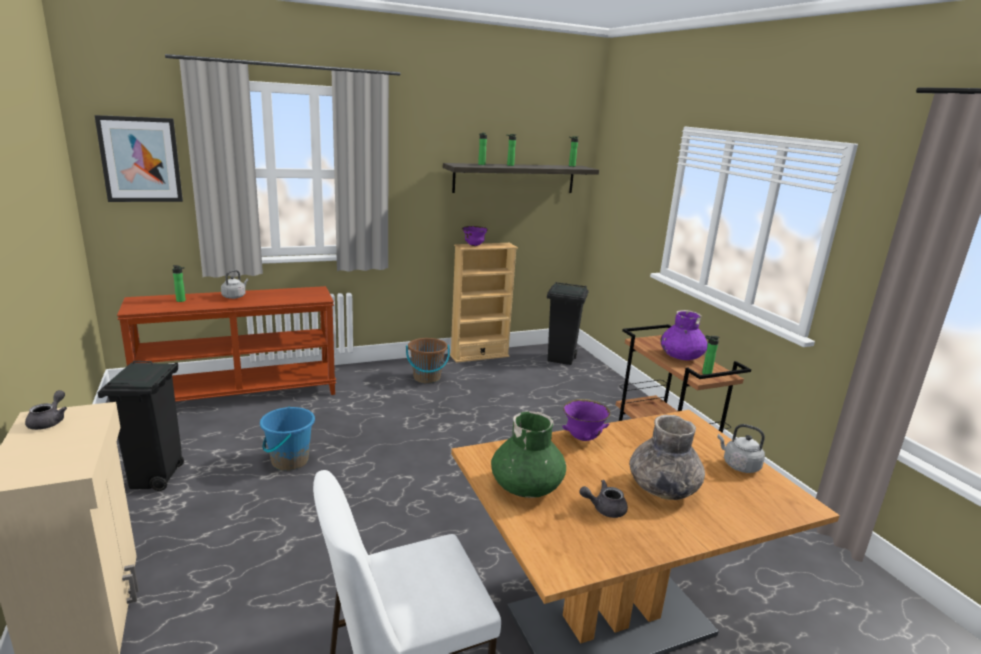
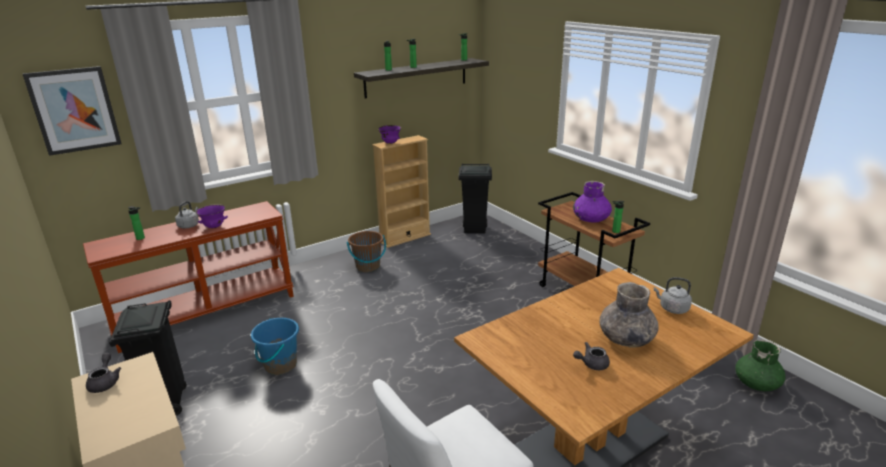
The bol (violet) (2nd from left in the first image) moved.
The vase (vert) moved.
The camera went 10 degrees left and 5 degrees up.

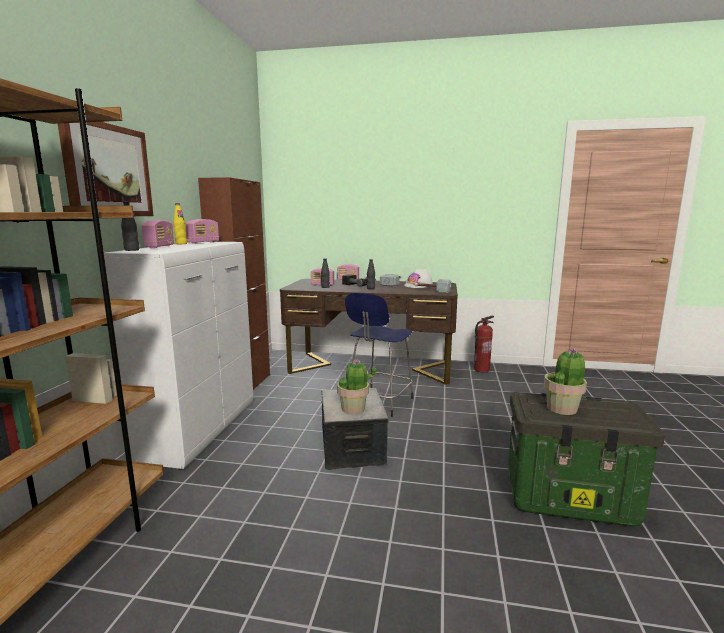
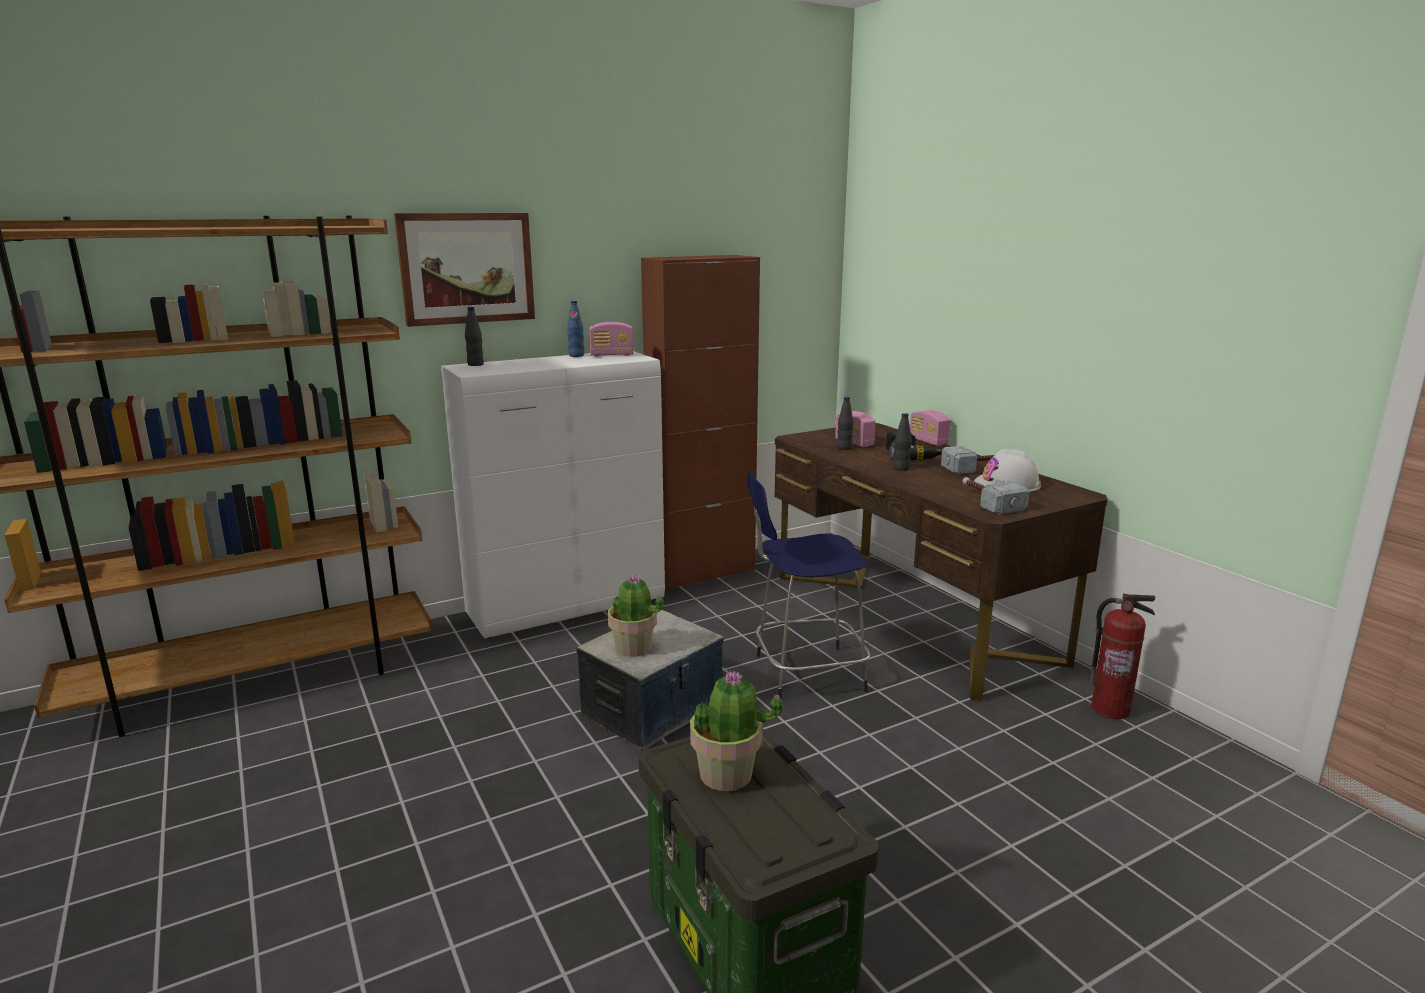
The bouteille (jaune) became the bouteille (bleu).
The radio (1st from left) disappeared.
The camera went 50 degrees right and 5 degrees up.

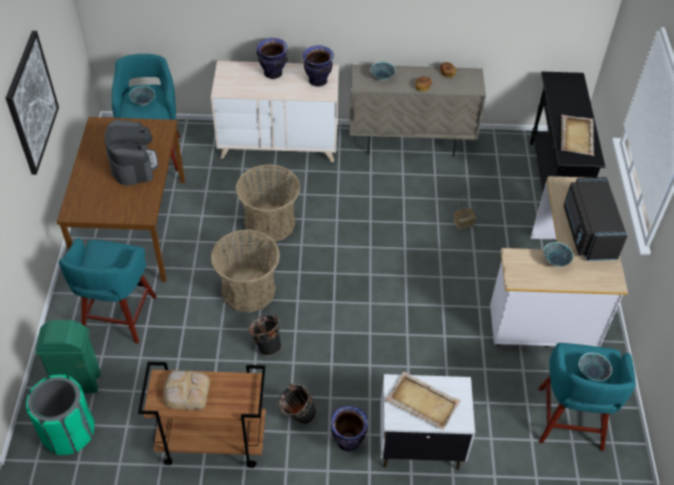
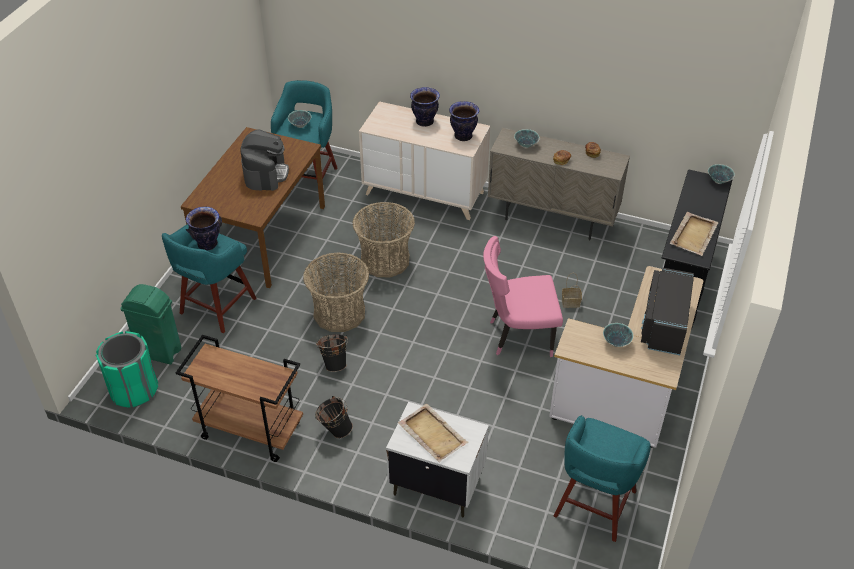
The vase (3rd from left in the first image) moved.
The chaise (rose) appeared.
The bol (4th from left) moved.
The tableau disappeared.
The pain (1st from left) disappeared.
The camera went 20 degrees right and 5 degrees down.

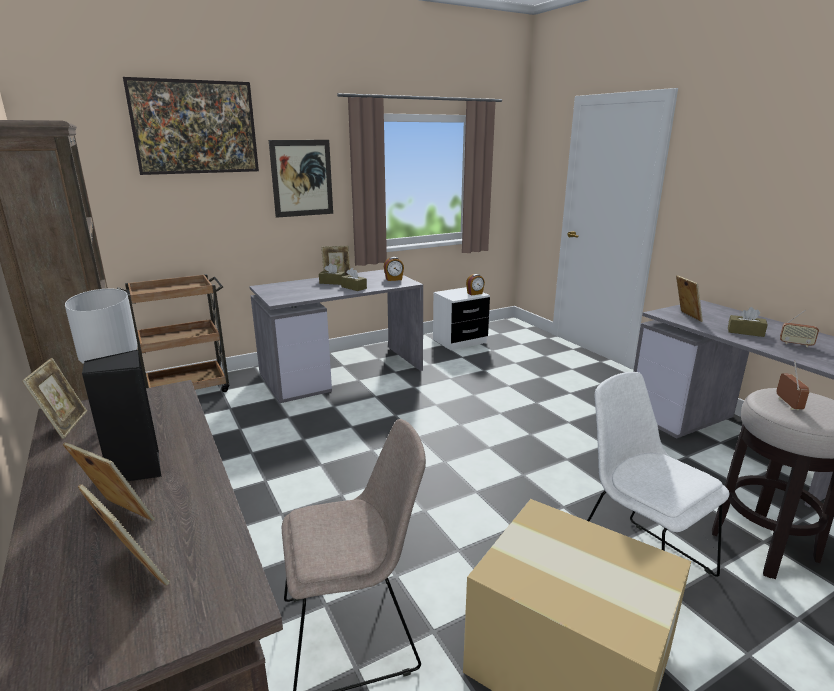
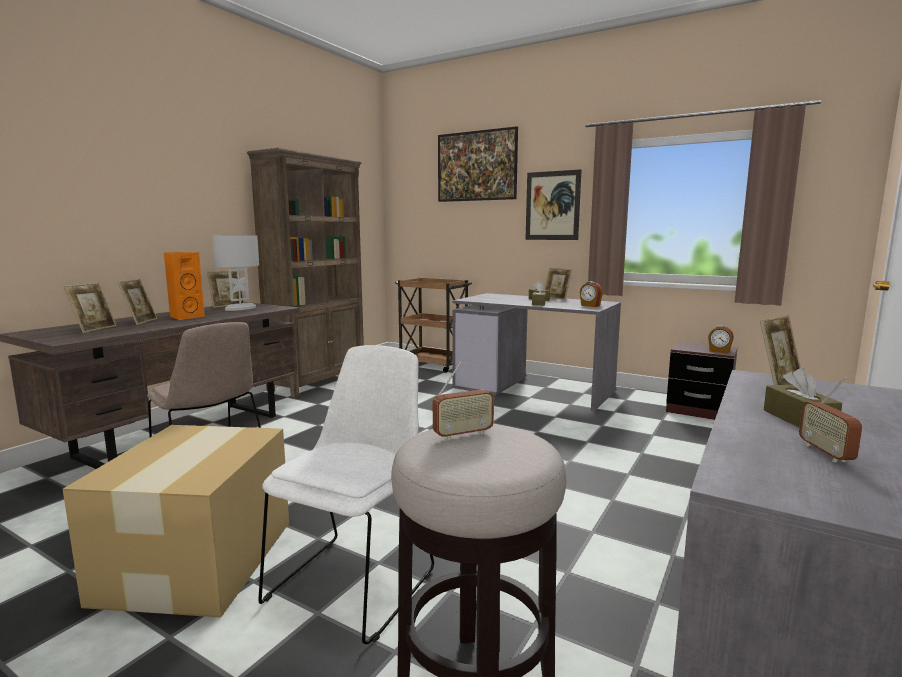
The enceinte (noir) became the enceinte (orange).
The table de chevet (blanc) became the table de chevet (marron).
The camera went 60 degrees right and 10 degrees down.

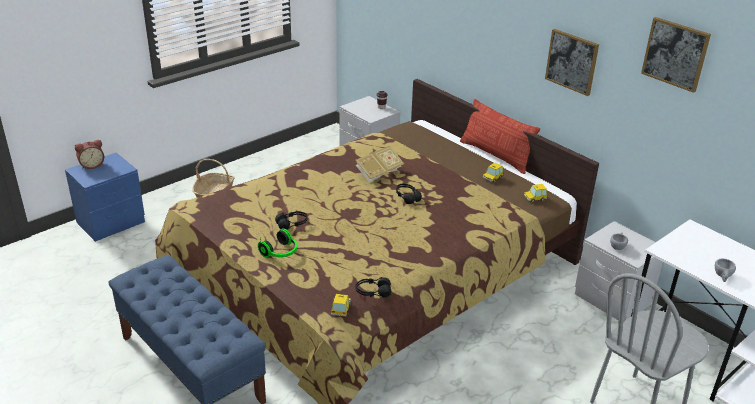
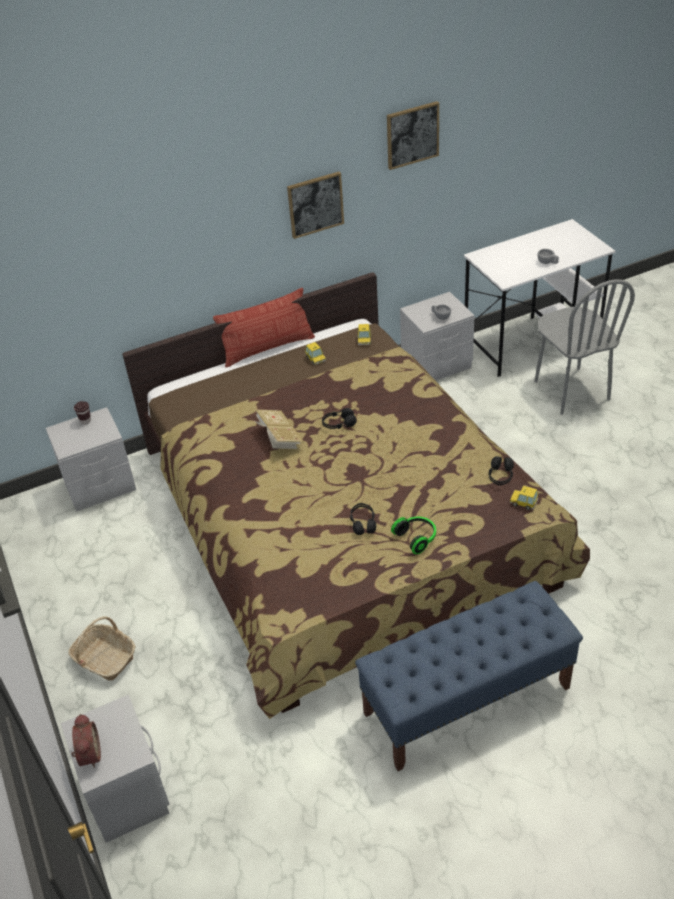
The table de chevet (bleu) became the table de chevet (gris) (2nd from left).
The camera went 70 degrees left and 10 degrees up.

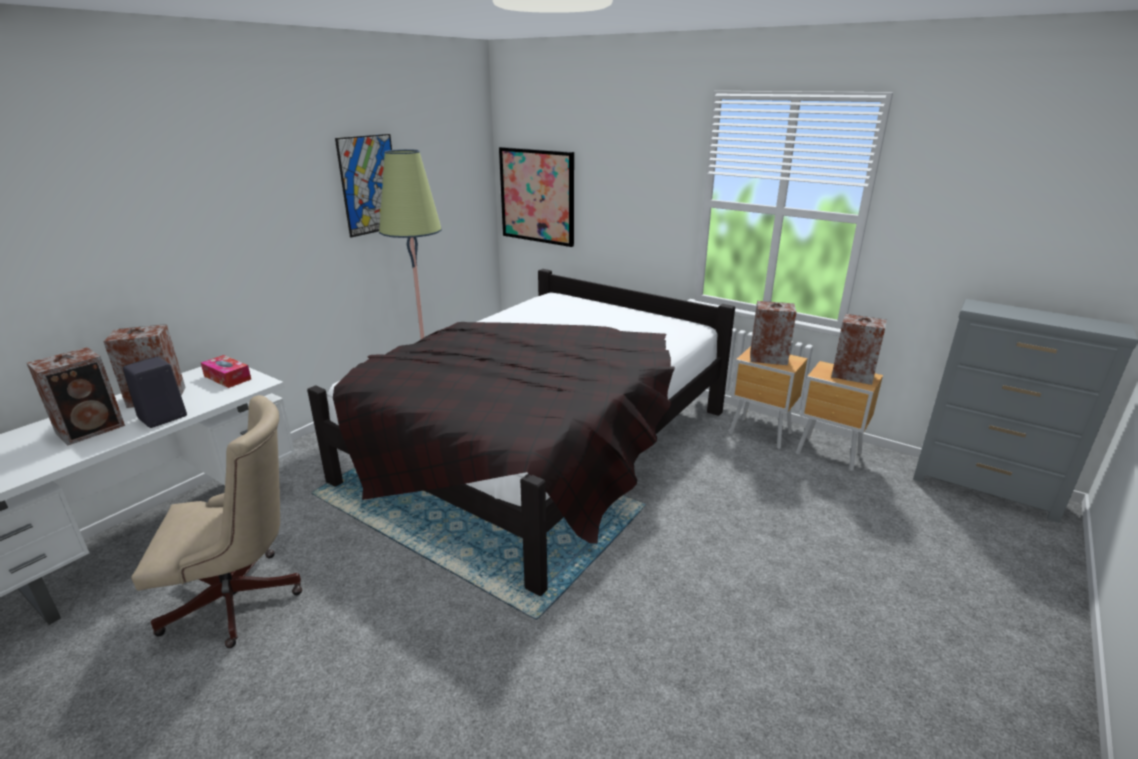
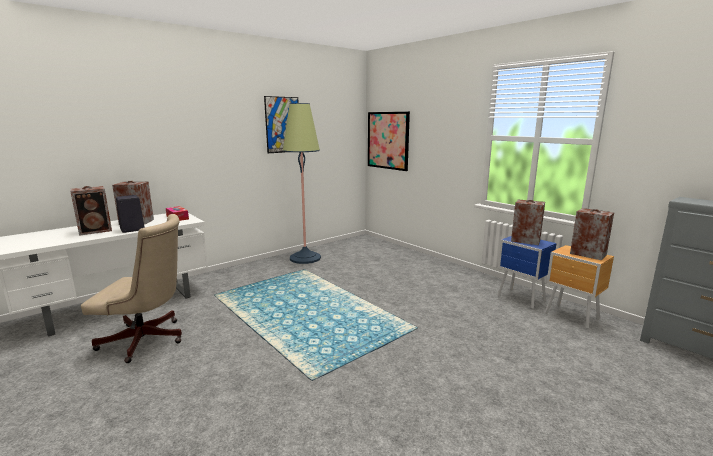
The table de chevet (marron) (1st from left) became the table de chevet (bleu).
The lit (noir) disappeared.
The camera went 15 degrees right and 10 degrees down.

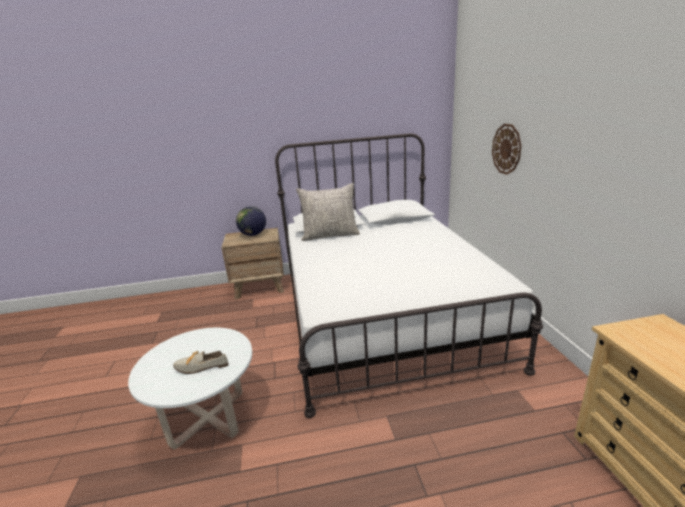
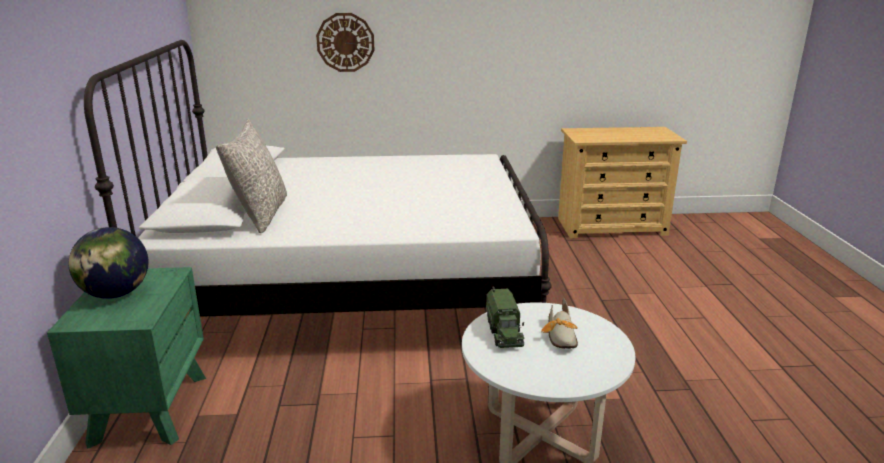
The table de chevet (marron) became the table de chevet (vert).
The camion jouet appeared.
The camera went 85 degrees left and 0 degrees up.

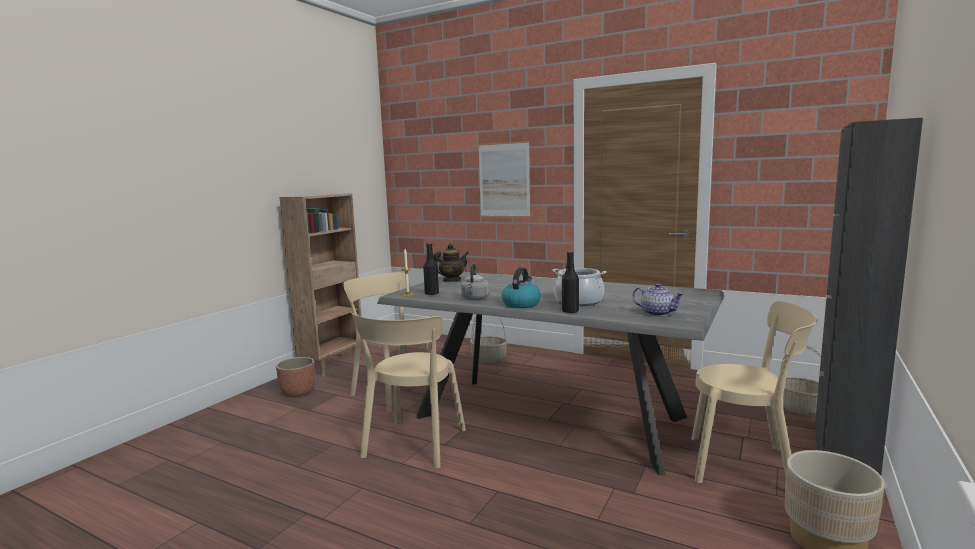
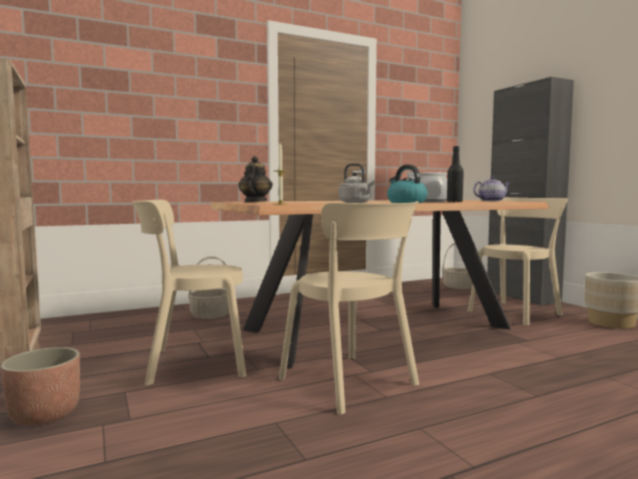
The table à manger (gris) became the table à manger (marron).
The bouteille (noir) (1st from left) disappeared.
The tableau disappeared.
The camera went 55 degrees left and 5 degrees down.

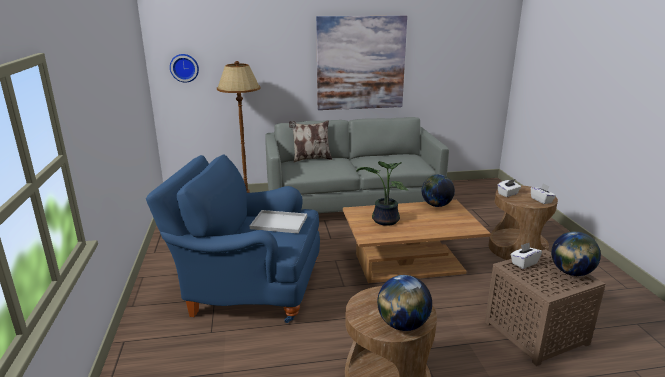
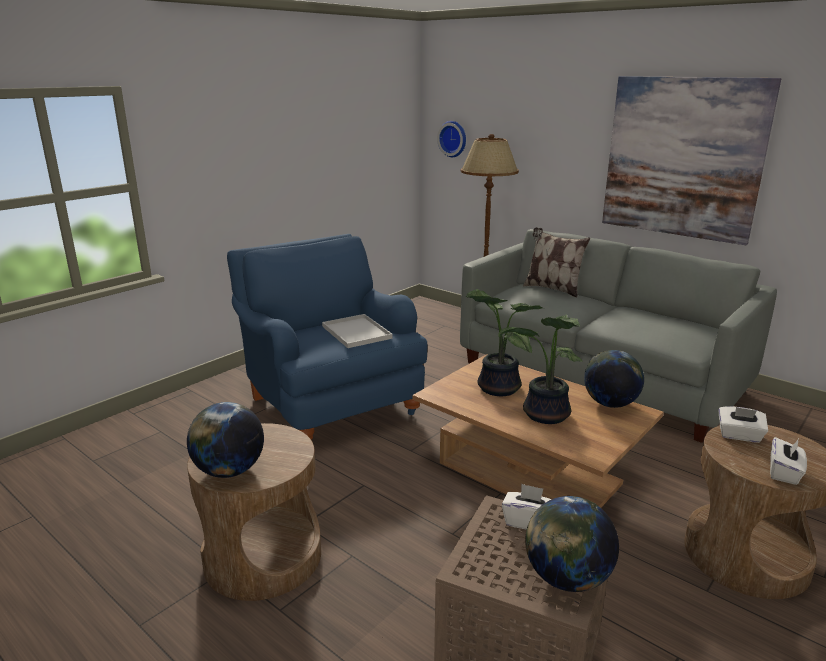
The plante en pot (2nd from left) appeared.
The camera went 50 degrees right and 0 degrees up.

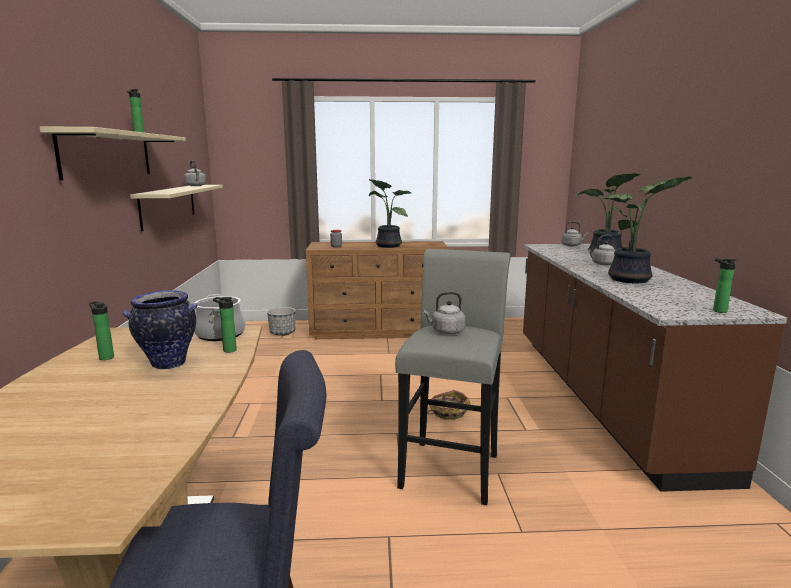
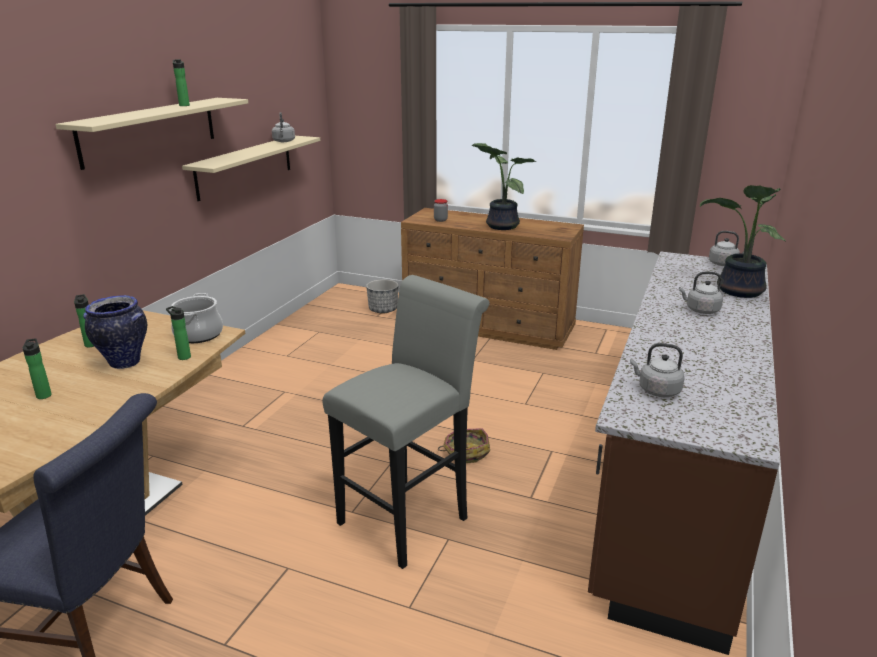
The bouteille (4th from left in the first image) moved.
The bouilloire (gris) (2nd from left) moved.
The plante en pot (3rd from left) disappeared.
The camera went 25 degrees right and 10 degrees up.

